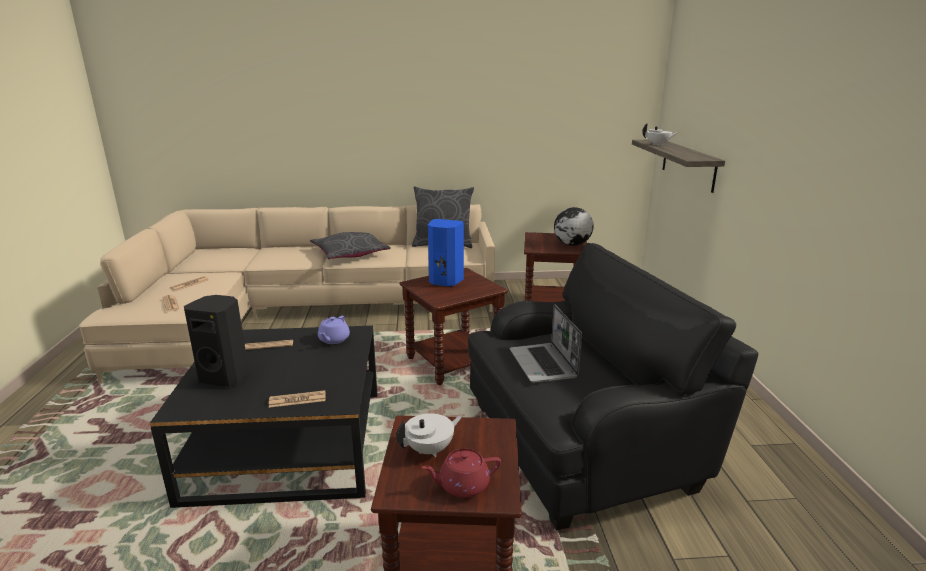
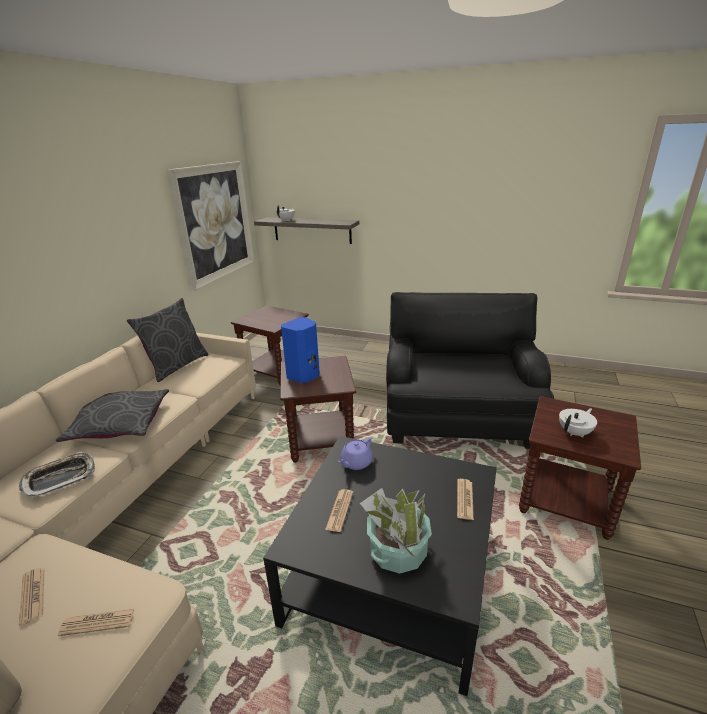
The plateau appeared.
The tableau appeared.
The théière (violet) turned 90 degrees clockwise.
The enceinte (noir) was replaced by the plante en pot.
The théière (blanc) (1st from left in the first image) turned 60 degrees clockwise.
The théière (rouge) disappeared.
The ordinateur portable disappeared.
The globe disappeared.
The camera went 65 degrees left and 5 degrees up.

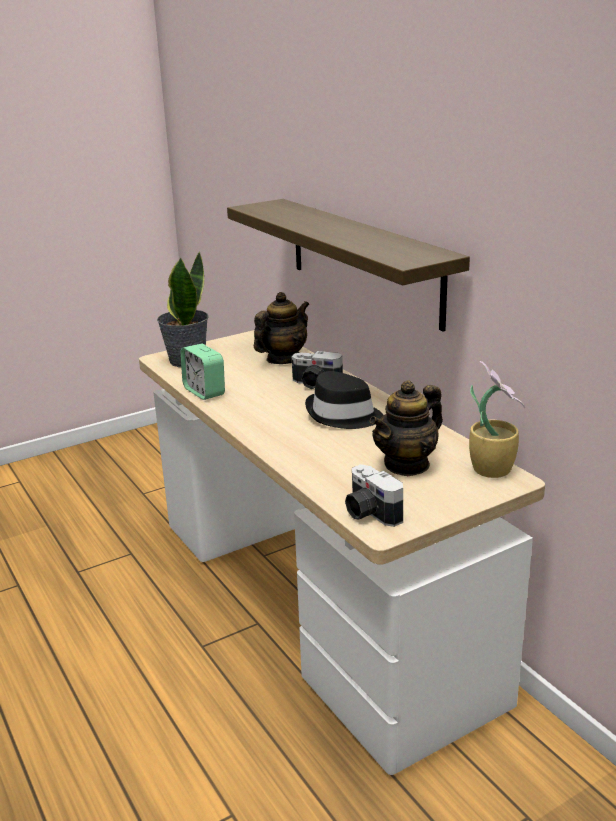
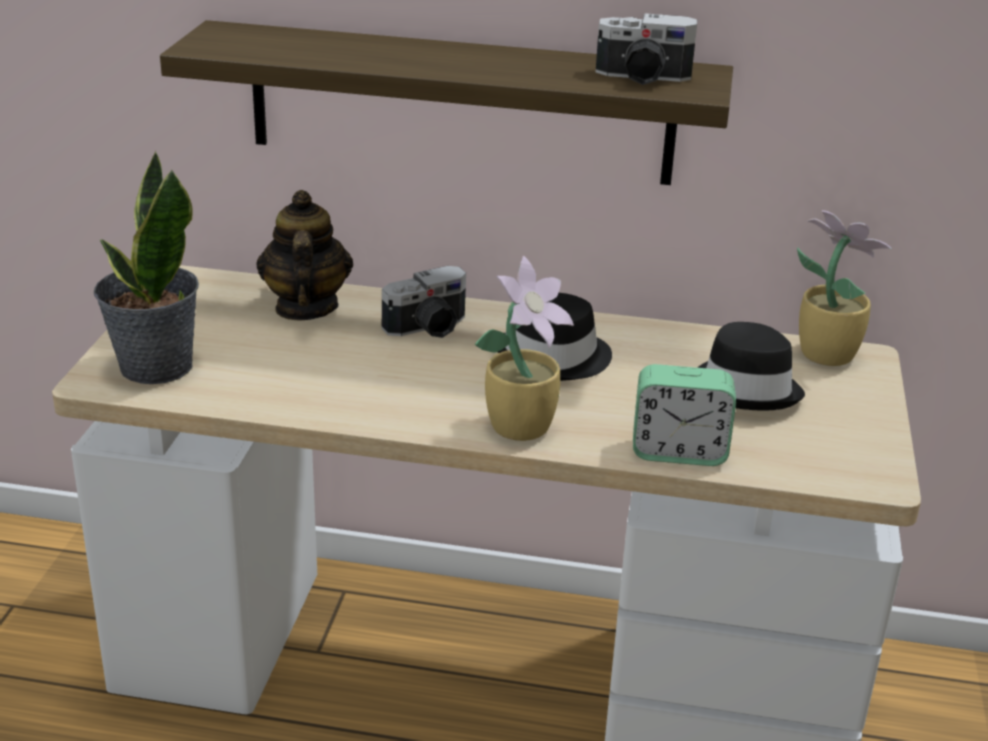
The plante en pot (2nd from left) appeared.
The appareil photo (2nd from left) moved.
The réveil moved.
The théière (2nd from left) was replaced by the chapeau (noir) (2nd from left).
The camera went 50 degrees left and 5 degrees up.

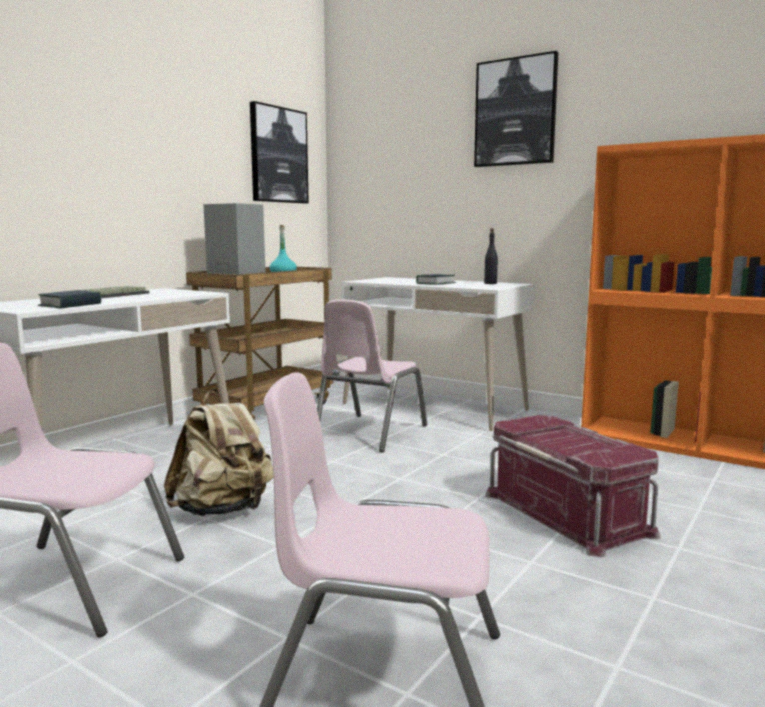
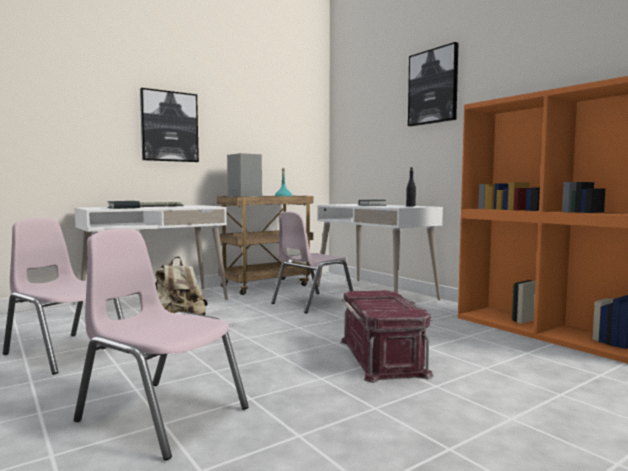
The tableau (1st from left) moved.
The camera went 20 degrees right and 5 degrees down.

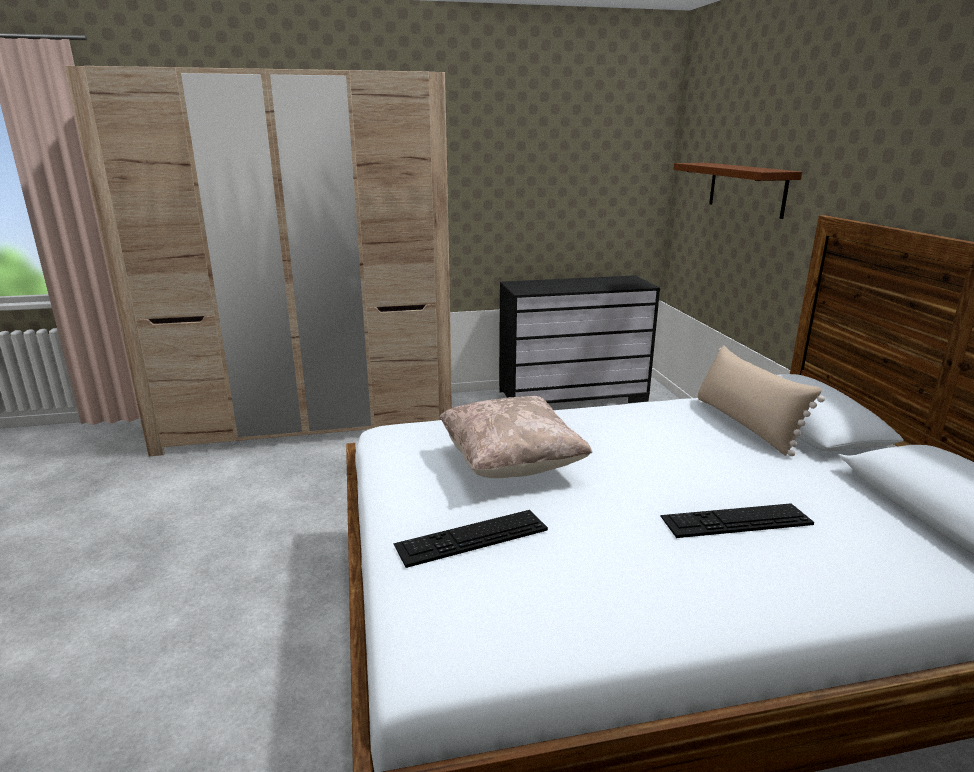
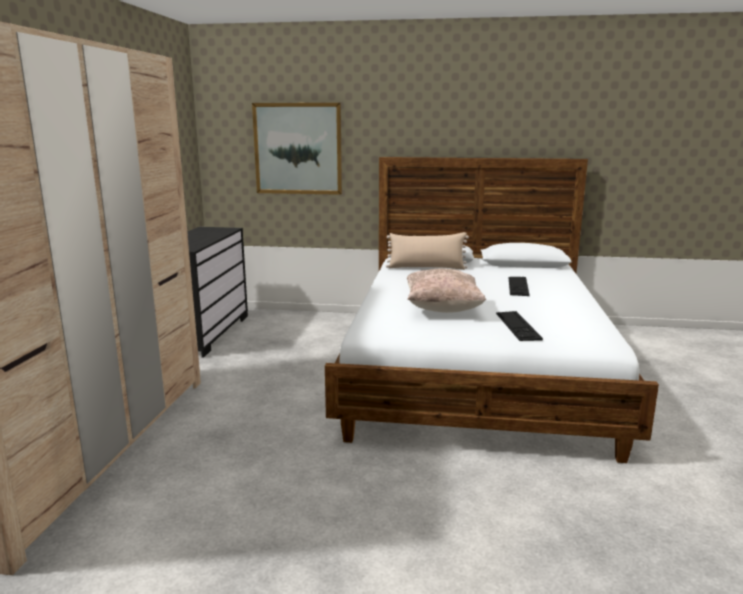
The étagère (marron) was replaced by the tableau.
The camera went 70 degrees left and 5 degrees down.

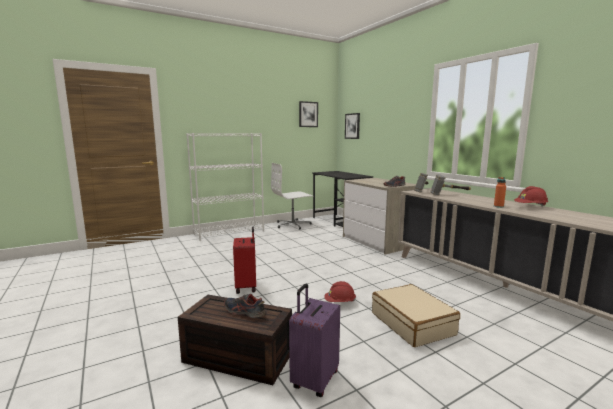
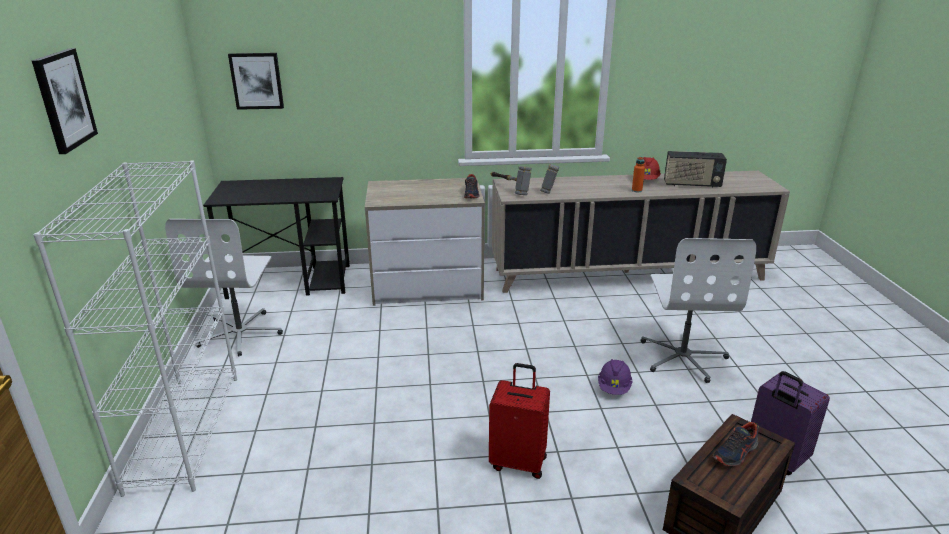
The tableau (1st from left) moved.
The casque de chantier (rouge) (1st from left) became the casque de chantier (violet).
The valise (beige) was replaced by the chaise de bureau (blanc) (2nd from left).
The radio appeared.
The camera went 65 degrees left and 15 degrees up.

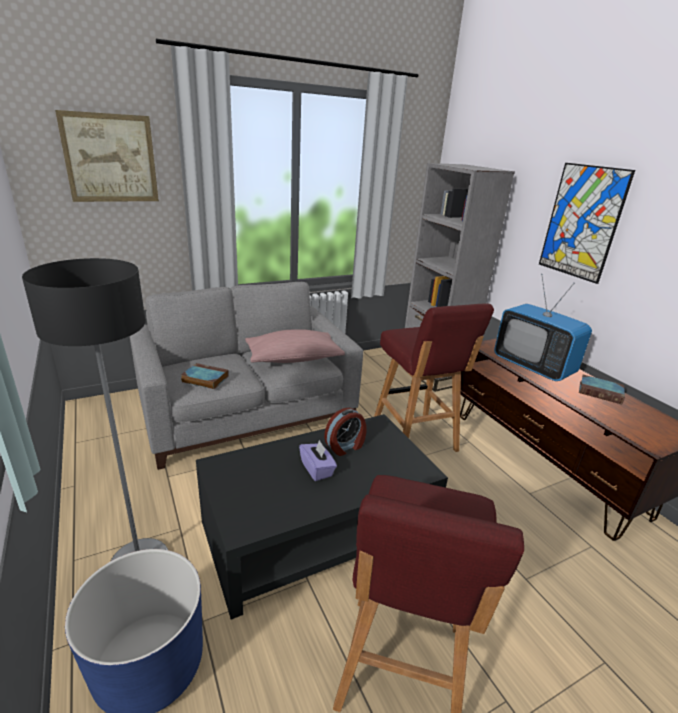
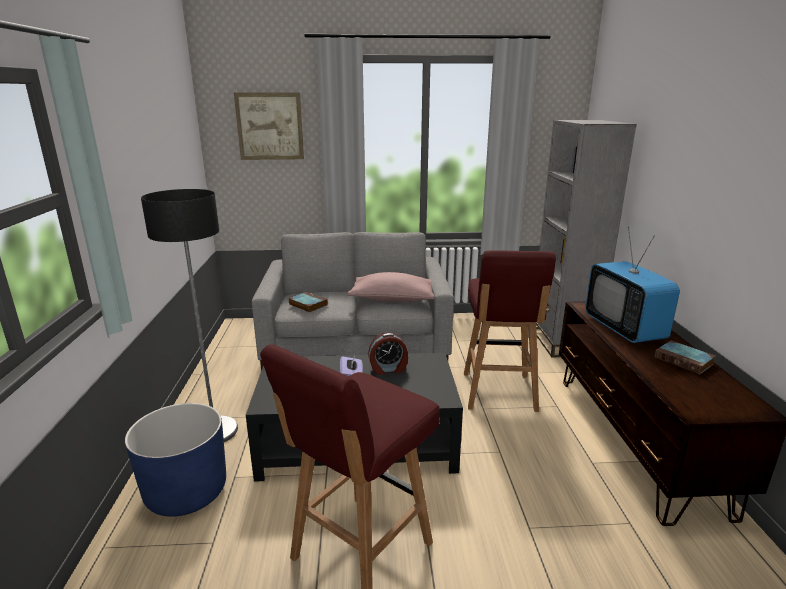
The tableau (2nd from left) disappeared.
The camera went 25 degrees right and 5 degrees down.

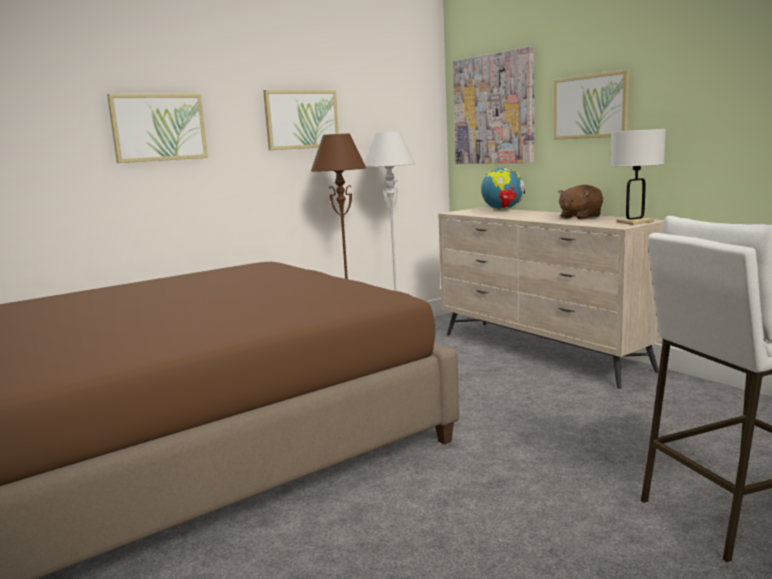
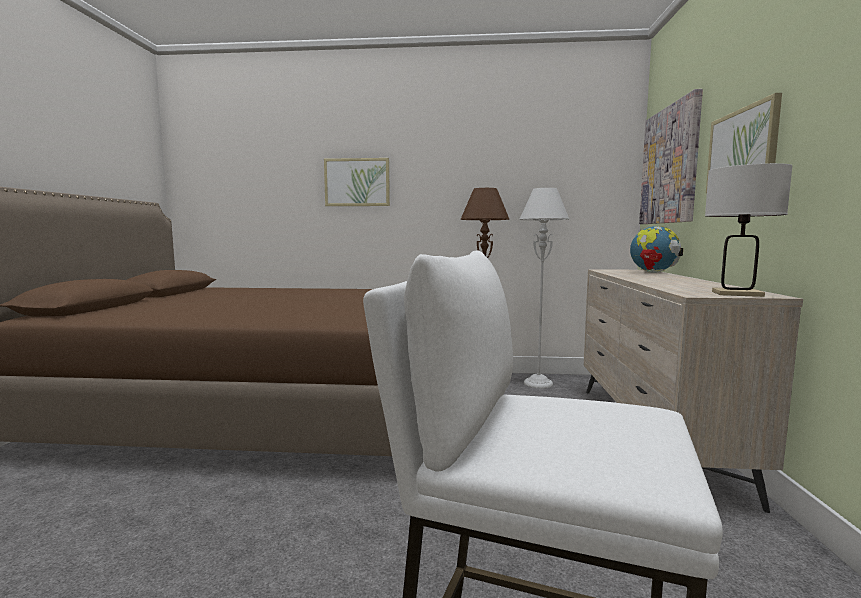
The tableau (2nd from left) disappeared.
The peluche (marron) disappeared.
The camera went 40 degrees right and 5 degrees down.

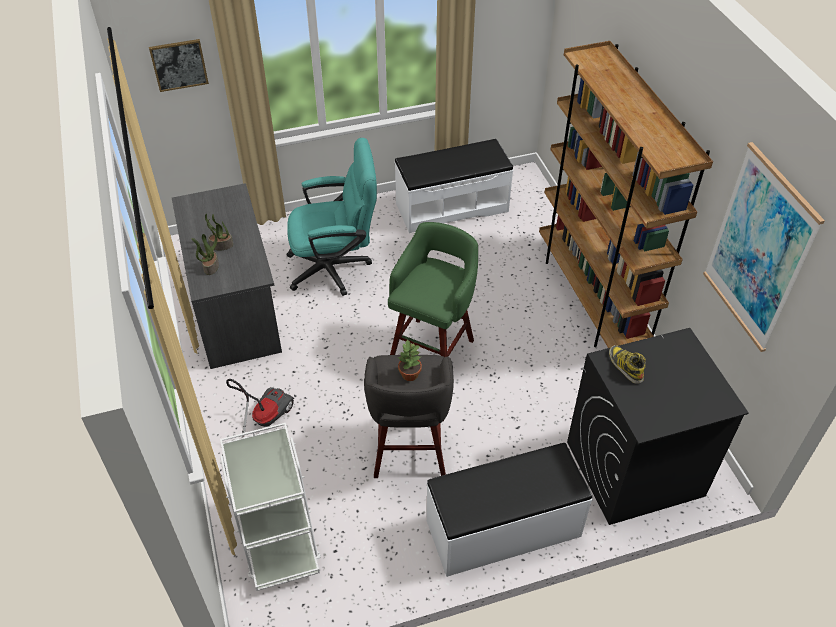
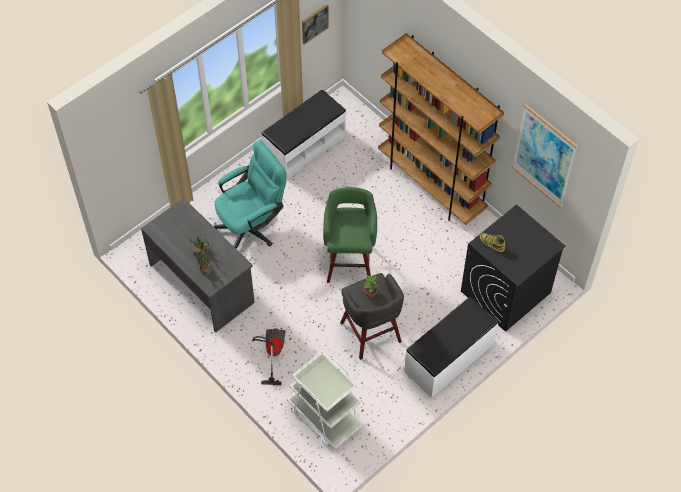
The tableau (1st from left) moved.
The camera went 25 degrees left and 10 degrees up.

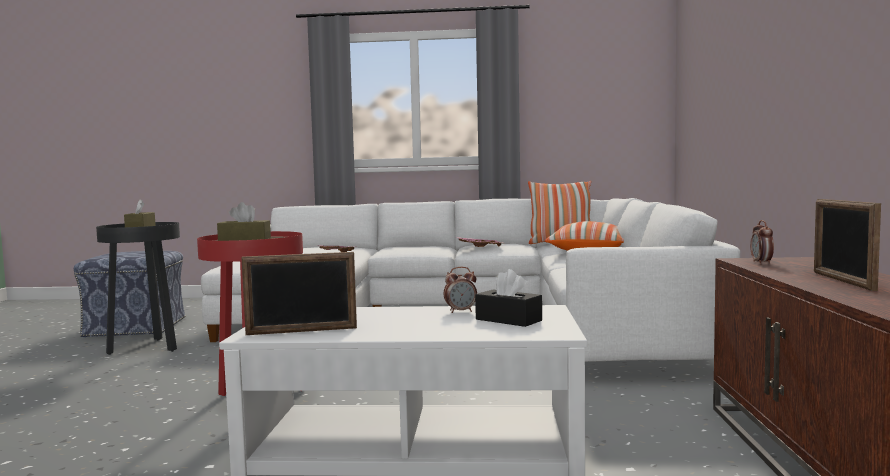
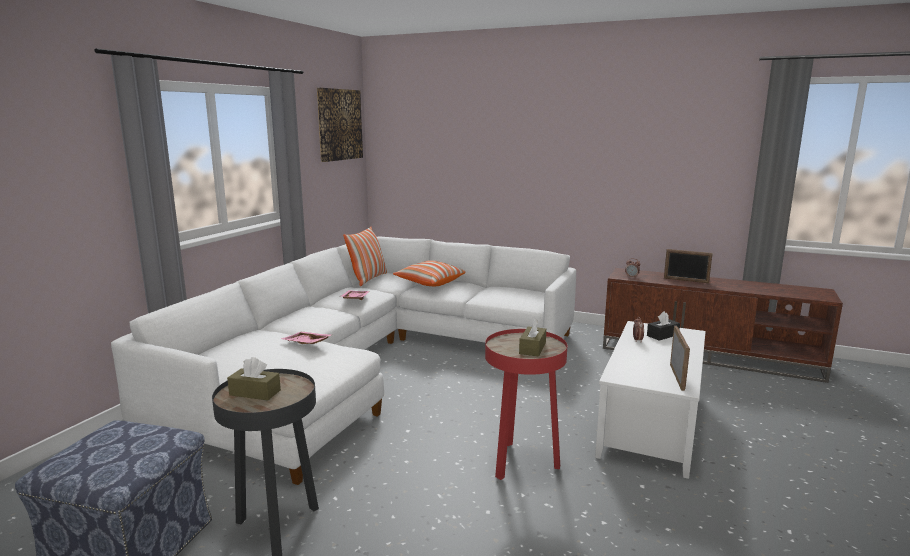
The tableau appeared.
The camera went 70 degrees left and 10 degrees up.

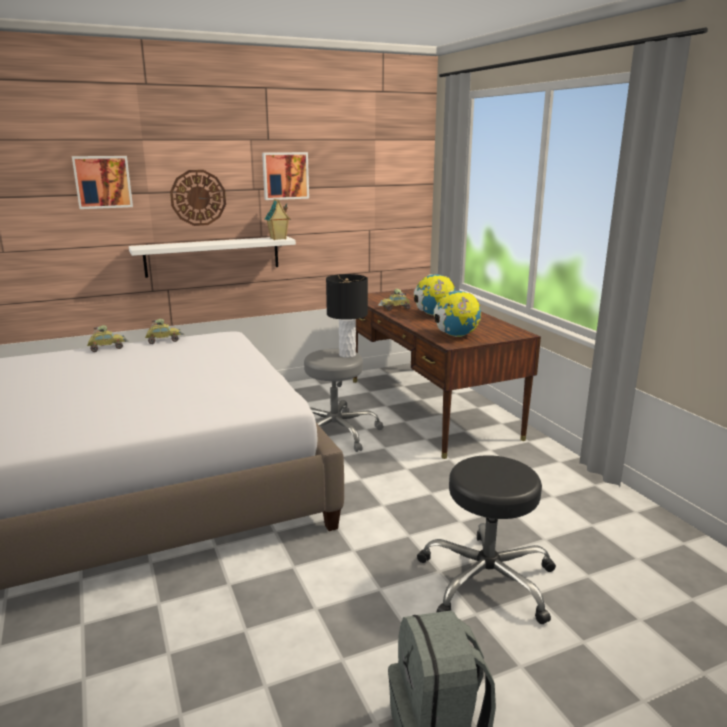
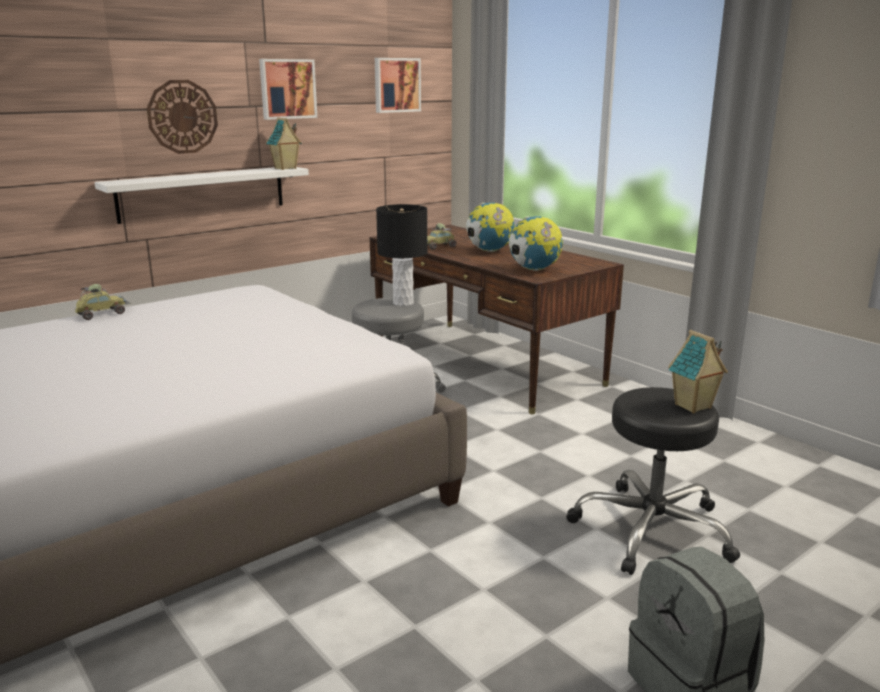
The tableau (1st from left in the first image) moved.
The maison miniature (2nd from left) appeared.
The petite voiture (2nd from left) disappeared.
The camera went 15 degrees left and 0 degrees up.

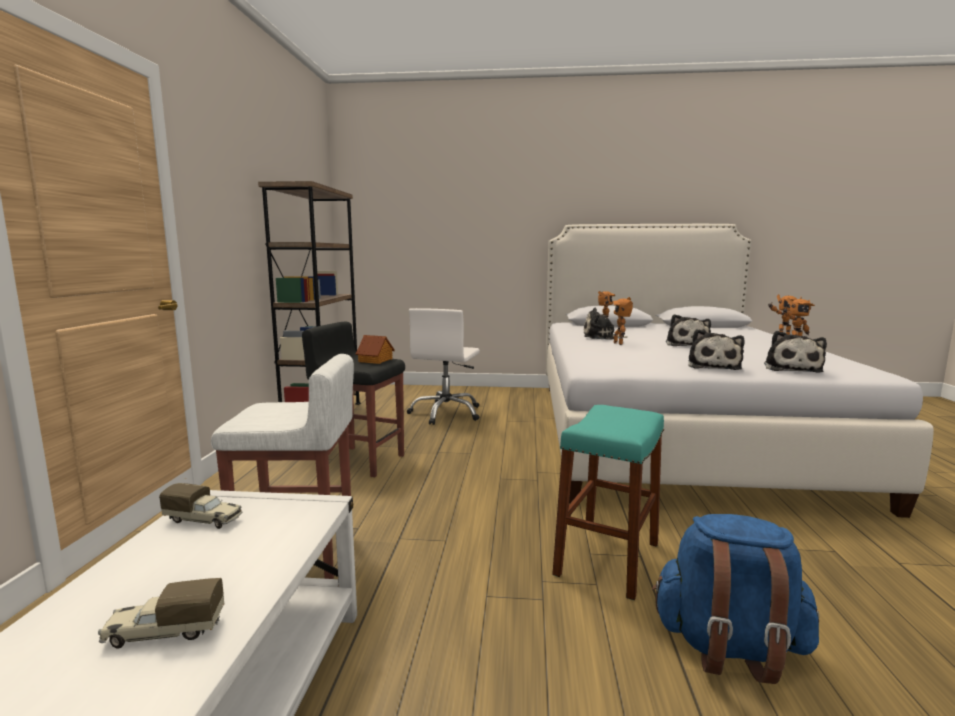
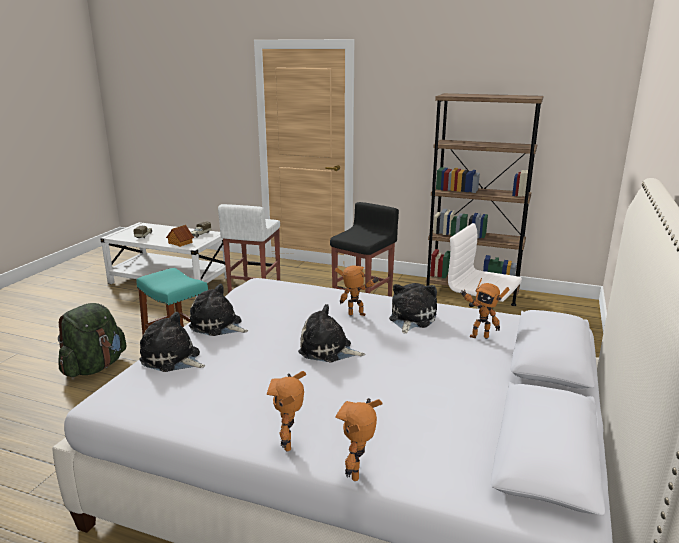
The sac à dos (bleu) became the sac à dos (vert).
The maison miniature moved.
The camera went 105 degrees right and 10 degrees up.

